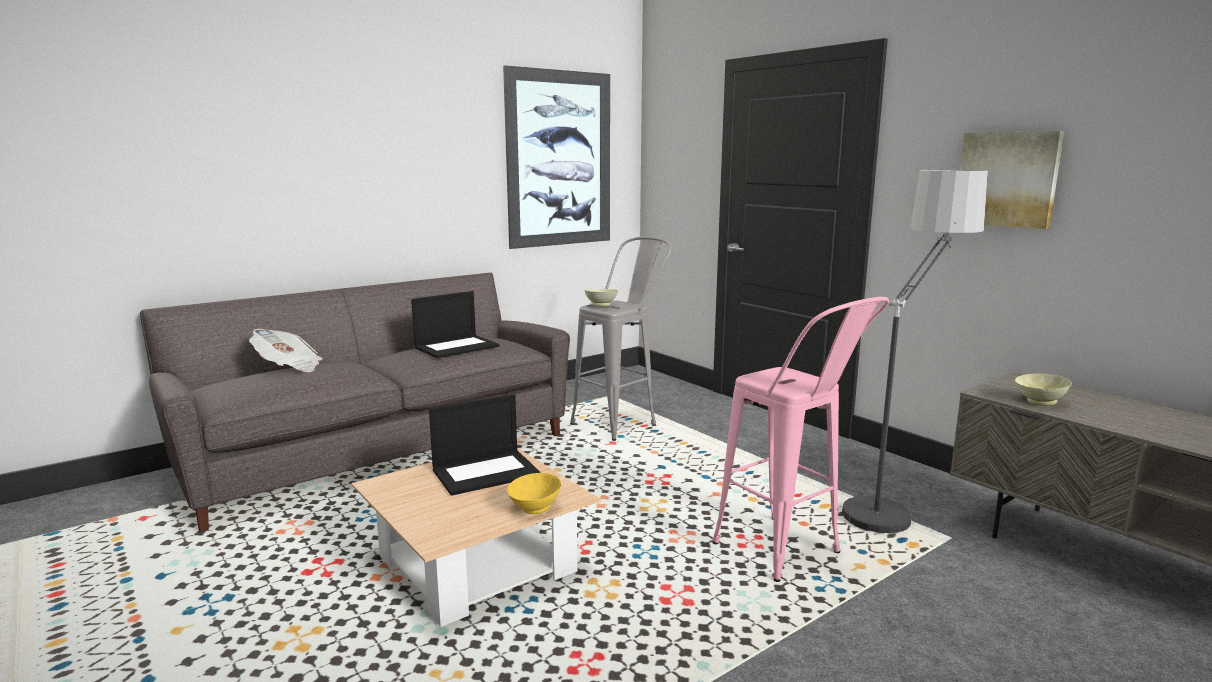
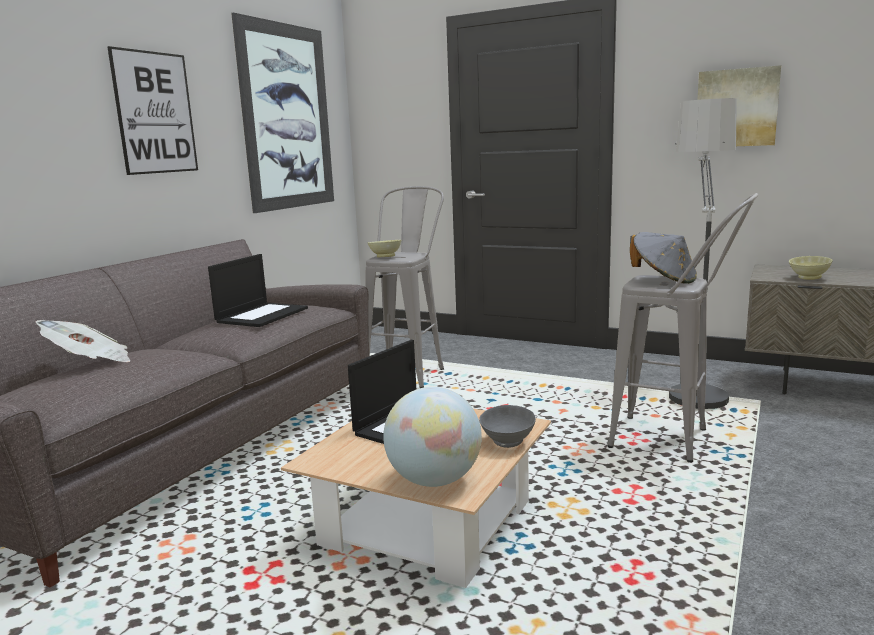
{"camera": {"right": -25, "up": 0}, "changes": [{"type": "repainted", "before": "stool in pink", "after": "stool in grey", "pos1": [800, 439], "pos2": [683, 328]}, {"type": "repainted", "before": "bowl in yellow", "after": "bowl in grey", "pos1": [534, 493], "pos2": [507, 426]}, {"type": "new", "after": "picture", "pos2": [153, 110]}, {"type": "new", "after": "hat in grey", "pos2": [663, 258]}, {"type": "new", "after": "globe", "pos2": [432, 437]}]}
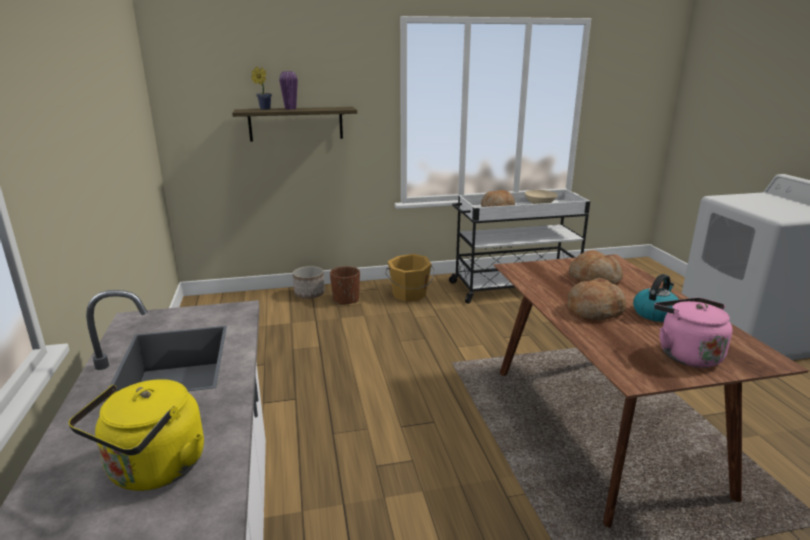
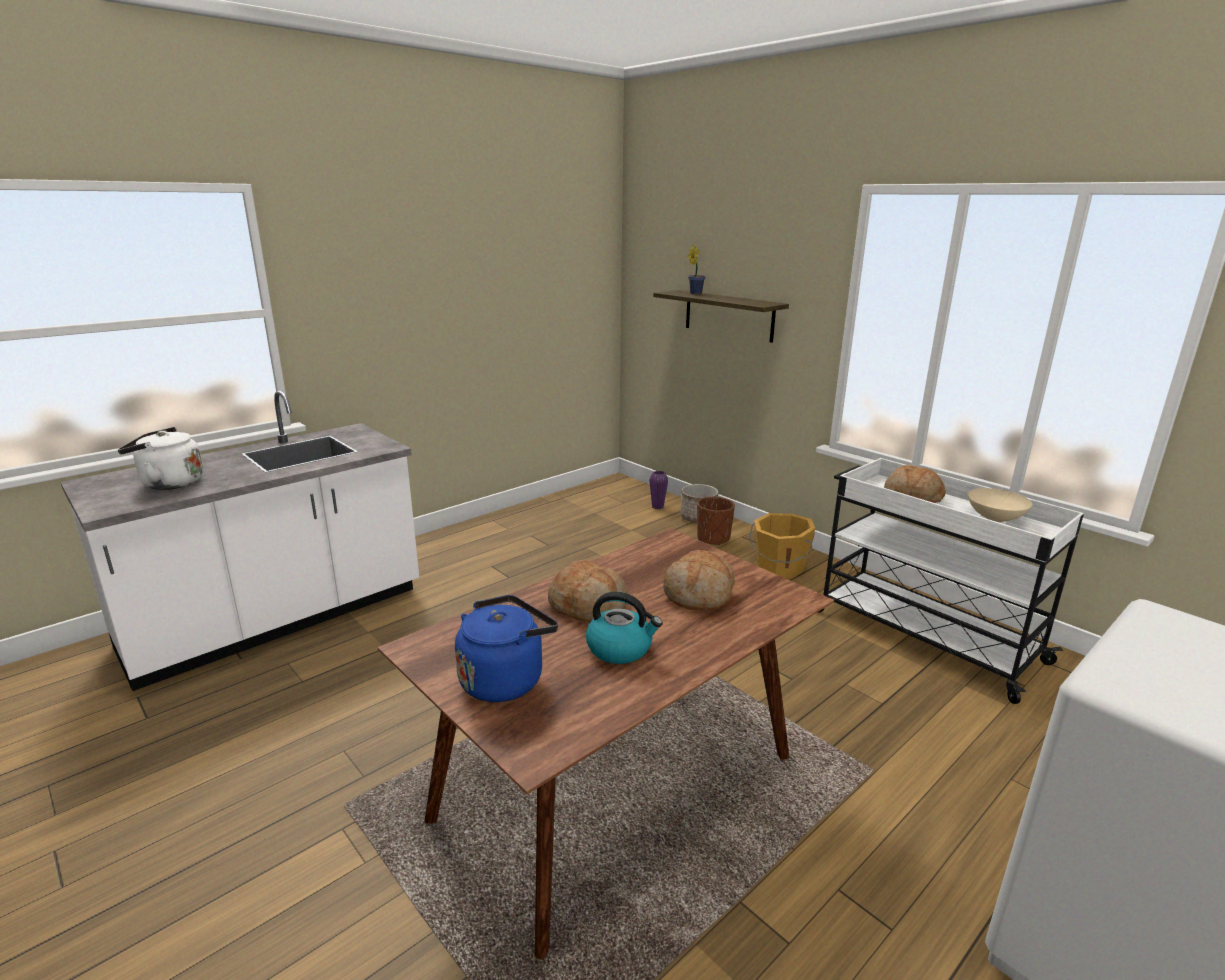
{"camera": {"right": 60, "up": 0}, "changes": [{"type": "shifted", "before": "vase in purple", "pos1": [288, 90], "pos2": [658, 490]}, {"type": "repainted", "before": "kettle in pink", "after": "kettle in blue", "pos1": [693, 333], "pos2": [506, 648]}, {"type": "repainted", "before": "kettle in yellow", "after": "kettle in white", "pos1": [136, 435], "pos2": [160, 458]}]}
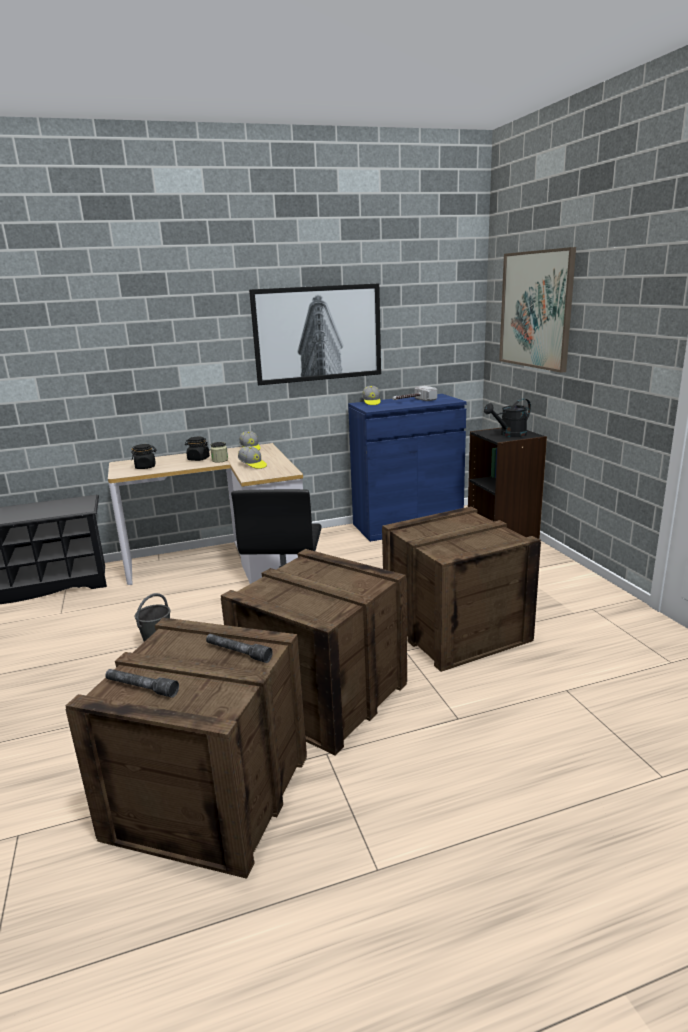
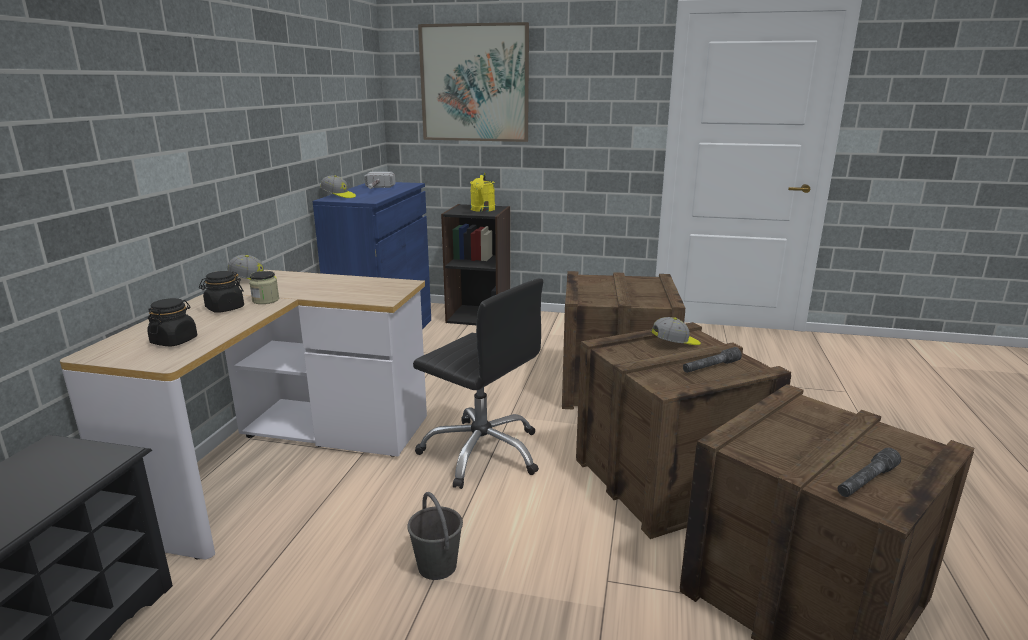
{"camera": {"right": -60, "up": 0}, "changes": [{"type": "gone", "before": "picture", "pos1": [315, 334]}, {"type": "repainted", "before": "watering can in black", "after": "watering can in yellow", "pos1": [507, 418], "pos2": [482, 192]}, {"type": "shifted", "before": "cap", "pos1": [252, 457], "pos2": [676, 331]}, {"type": "shifted", "before": "flashlight in grey", "pos1": [239, 648], "pos2": [712, 360]}]}
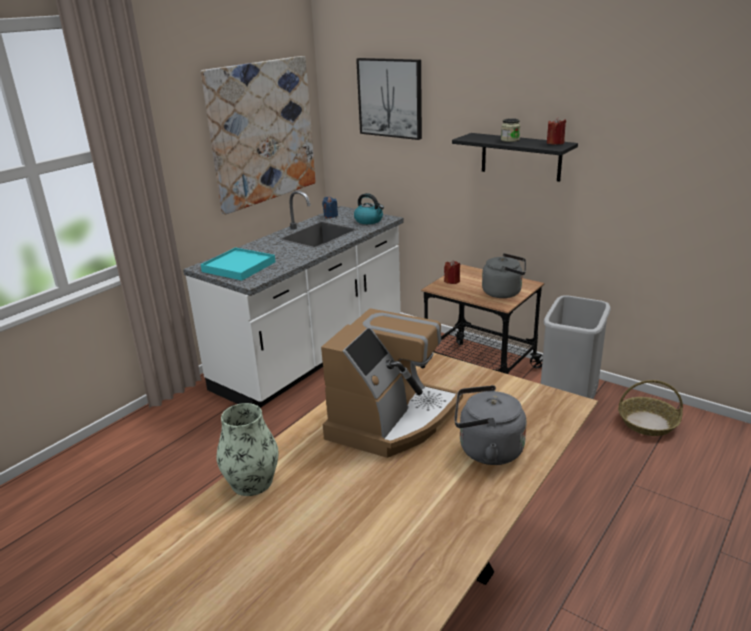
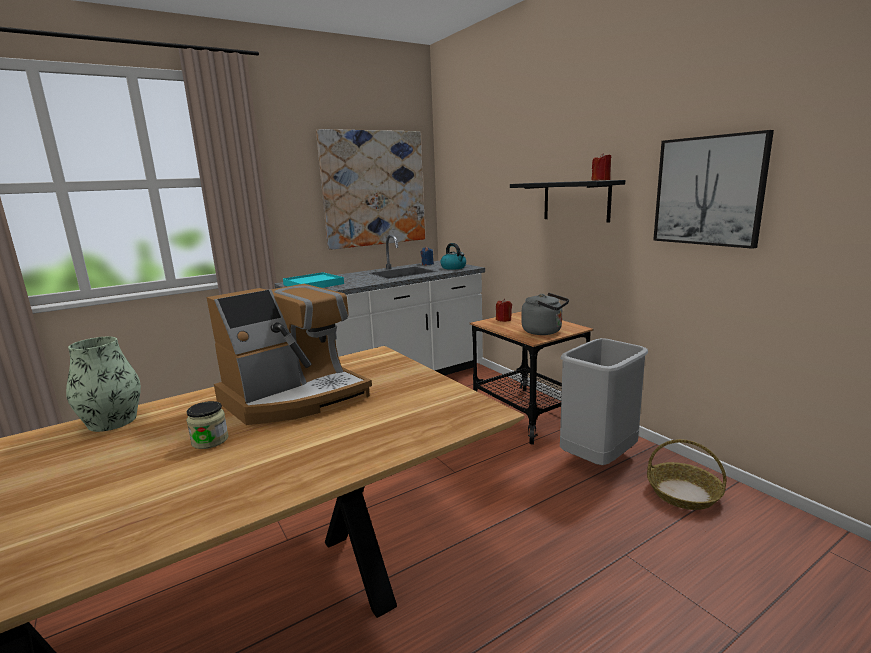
{"camera": {"right": 20, "up": -10}, "changes": [{"type": "shifted", "before": "picture", "pos1": [389, 99], "pos2": [713, 189]}, {"type": "shifted", "before": "jar", "pos1": [511, 130], "pos2": [207, 425]}, {"type": "gone", "before": "kettle in grey", "pos1": [490, 425]}]}
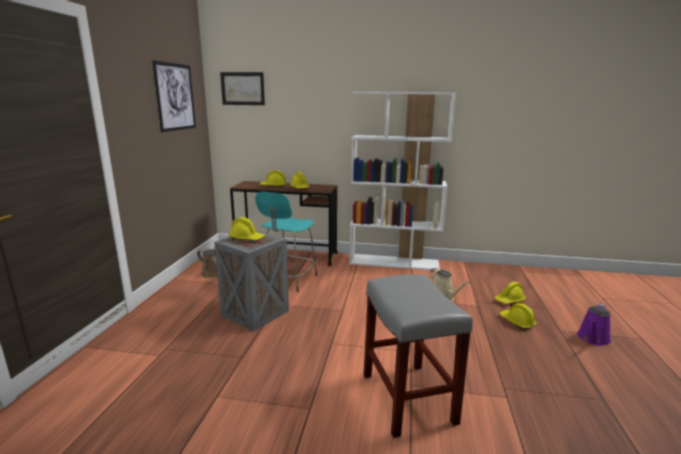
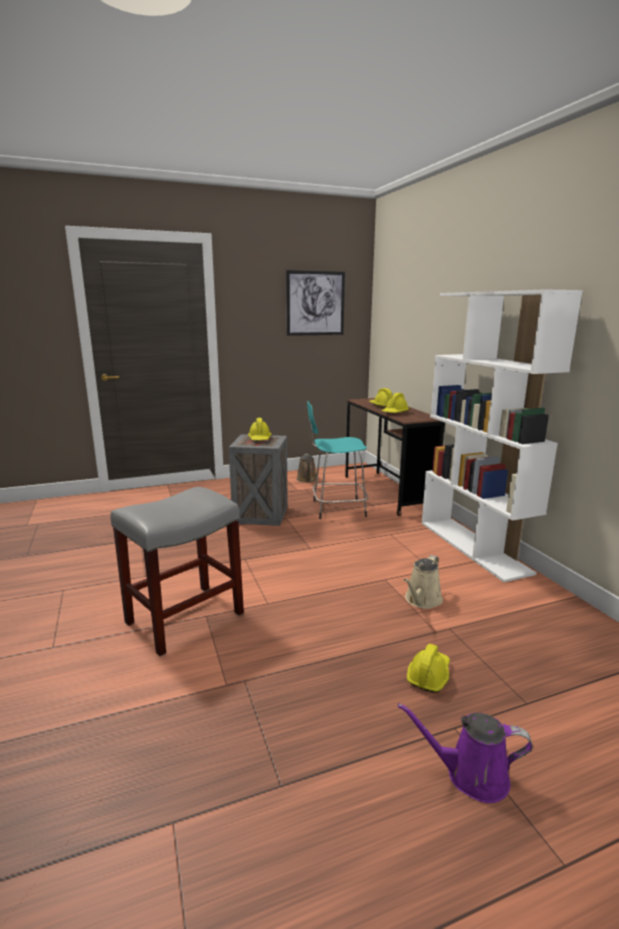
{"camera": {"right": 60, "up": 0}, "changes": [{"type": "gone", "before": "picture", "pos1": [242, 88]}, {"type": "gone", "before": "hard hat in yellow", "pos1": [510, 293]}]}
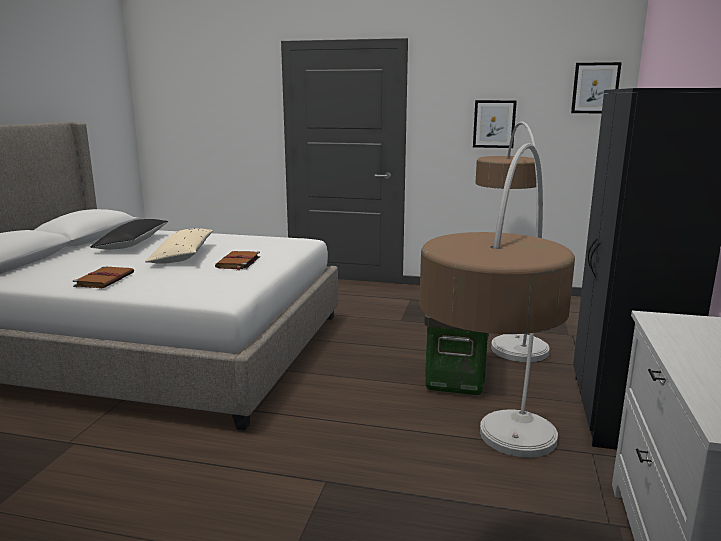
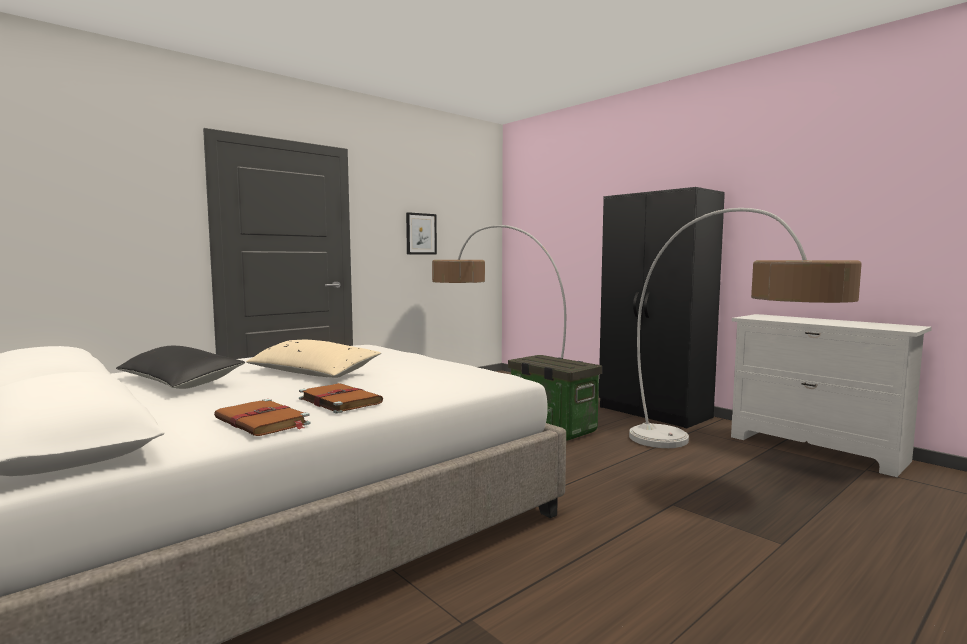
{"camera": {"right": -55, "up": -10}, "changes": [{"type": "gone", "before": "picture", "pos1": [596, 87]}, {"type": "shifted", "before": "book in brown", "pos1": [237, 260], "pos2": [262, 417]}]}
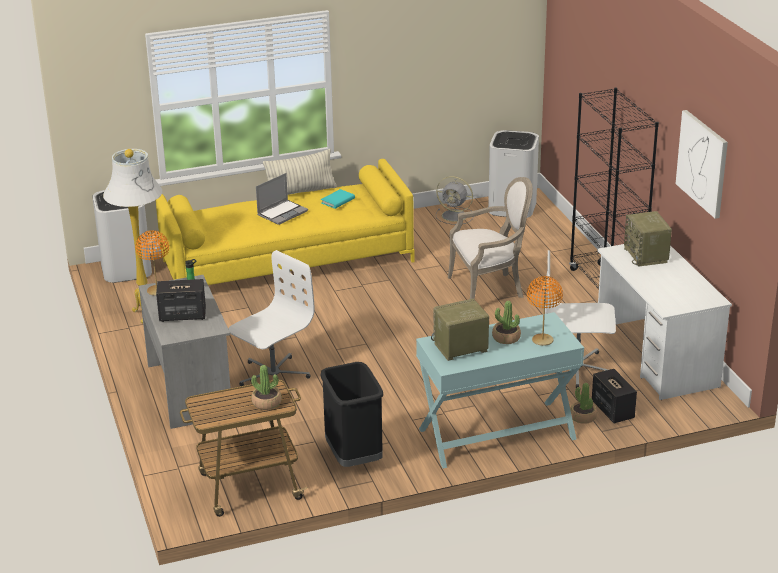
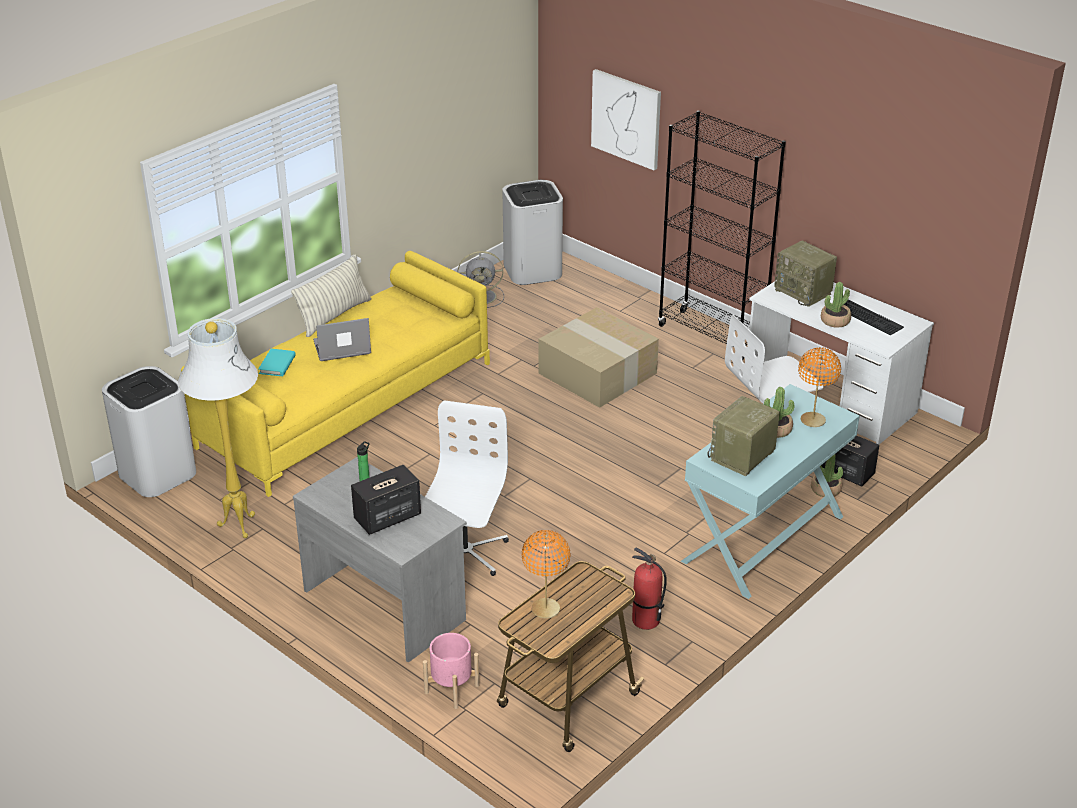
{"camera": {"right": -30, "up": 5}, "changes": [{"type": "shifted", "before": "picture", "pos1": [702, 164], "pos2": [626, 119]}, {"type": "rotated", "before": "laptop", "pos1": [282, 199], "pos2": [342, 339], "turn": -120}, {"type": "swapped", "before": "armchair", "after": "cardboard box", "pos1": [490, 238], "pos2": [599, 357]}, {"type": "shifted", "before": "book in turquoise", "pos1": [338, 199], "pos2": [277, 362]}, {"type": "shifted", "before": "table lamp in orange", "pos1": [152, 263], "pos2": [546, 574]}, {"type": "swapped", "before": "trash can in black", "after": "fire extinguisher", "pos1": [351, 414], "pos2": [649, 589]}, {"type": "shifted", "before": "potted plant", "pos1": [266, 387], "pos2": [836, 305]}, {"type": "new", "after": "keyboard", "pos2": [874, 317]}, {"type": "new", "after": "planter in pink", "pos2": [451, 671]}]}
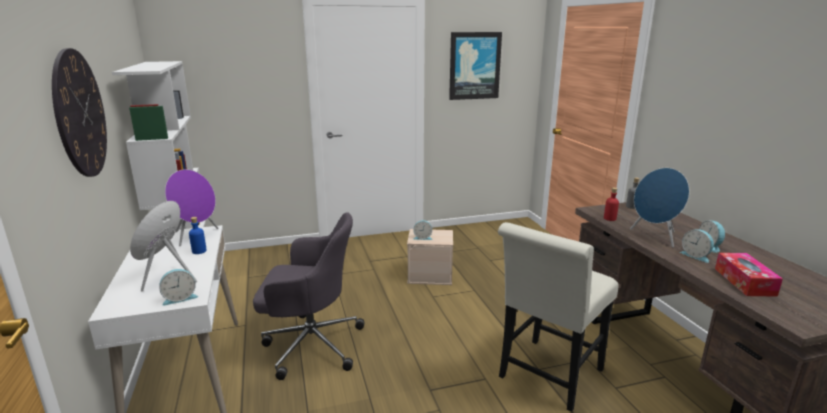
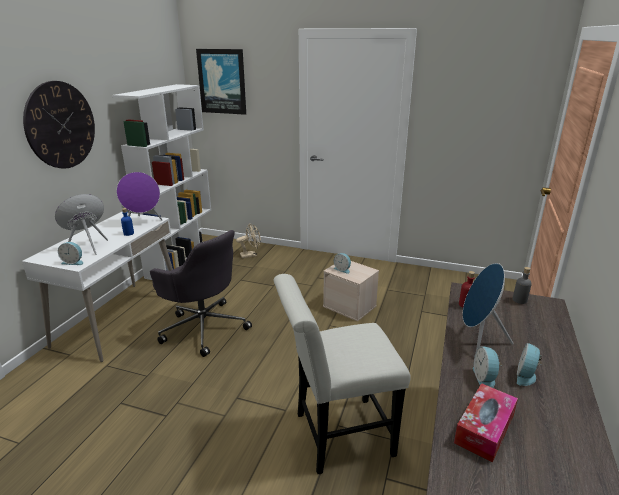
{"camera": {"right": 35, "up": 5}, "changes": [{"type": "shifted", "before": "picture", "pos1": [475, 66], "pos2": [221, 82]}, {"type": "new", "after": "fan in beige", "pos2": [248, 240]}]}
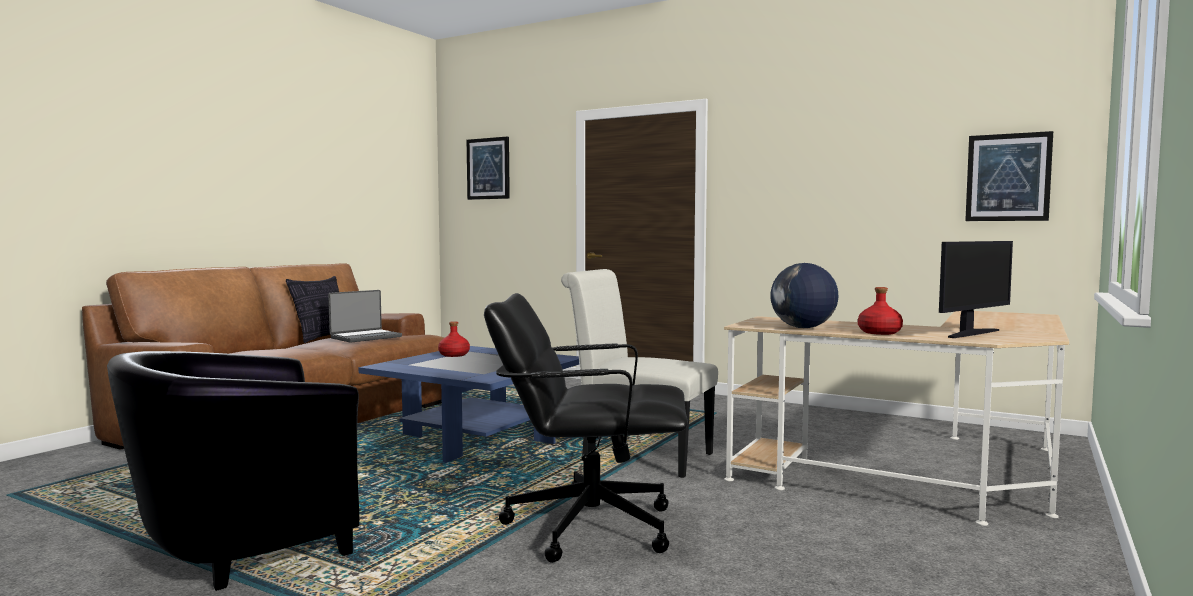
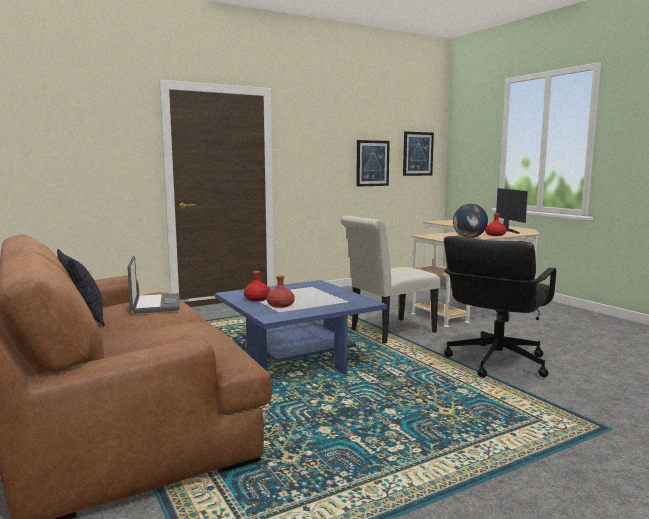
{"camera": {"right": -60, "up": 5}, "changes": [{"type": "shifted", "before": "picture", "pos1": [488, 168], "pos2": [373, 163]}, {"type": "gone", "before": "armchair in black", "pos1": [233, 471]}, {"type": "new", "after": "bottle in red", "pos2": [281, 291]}]}
